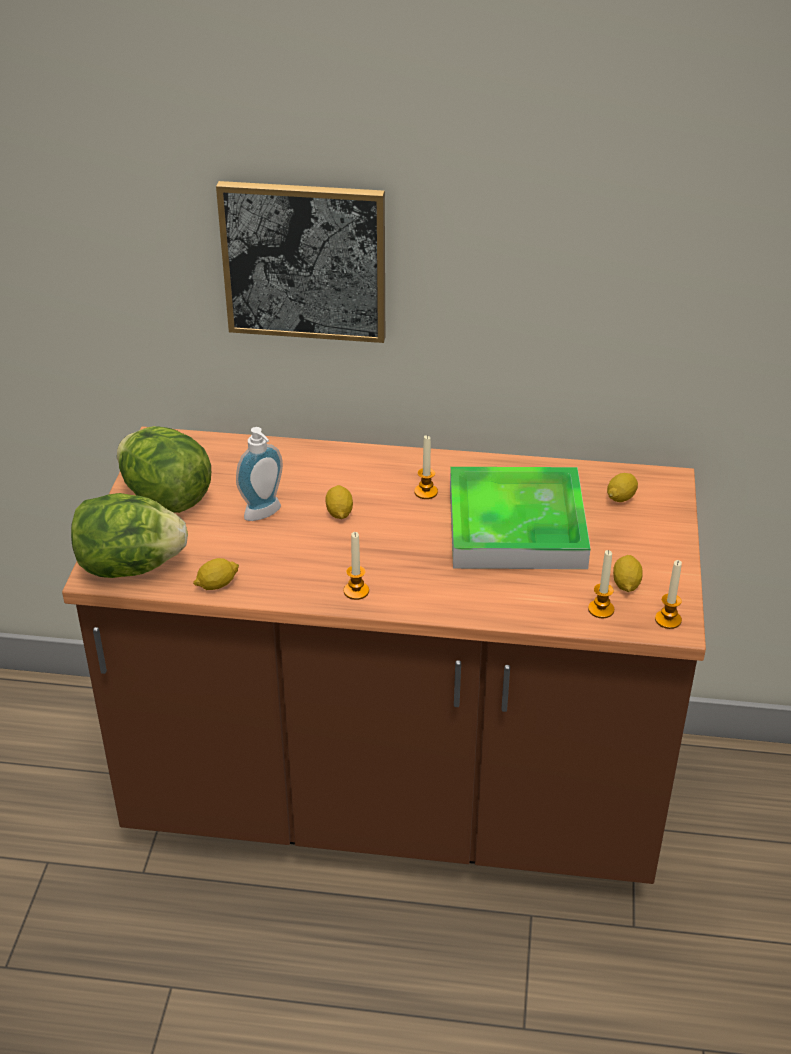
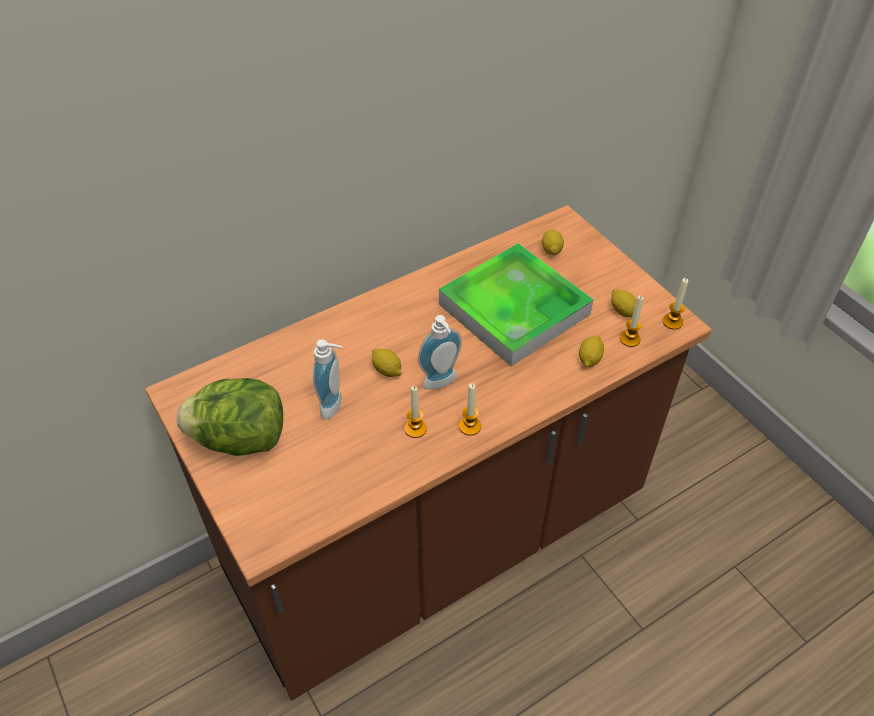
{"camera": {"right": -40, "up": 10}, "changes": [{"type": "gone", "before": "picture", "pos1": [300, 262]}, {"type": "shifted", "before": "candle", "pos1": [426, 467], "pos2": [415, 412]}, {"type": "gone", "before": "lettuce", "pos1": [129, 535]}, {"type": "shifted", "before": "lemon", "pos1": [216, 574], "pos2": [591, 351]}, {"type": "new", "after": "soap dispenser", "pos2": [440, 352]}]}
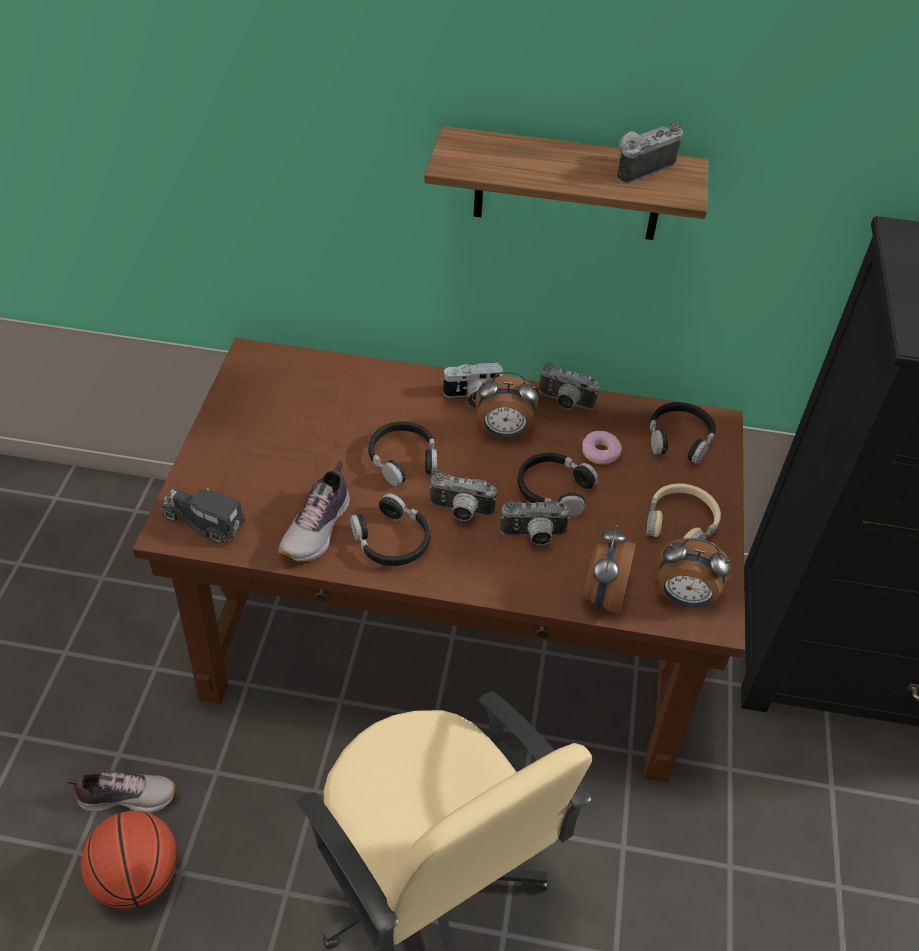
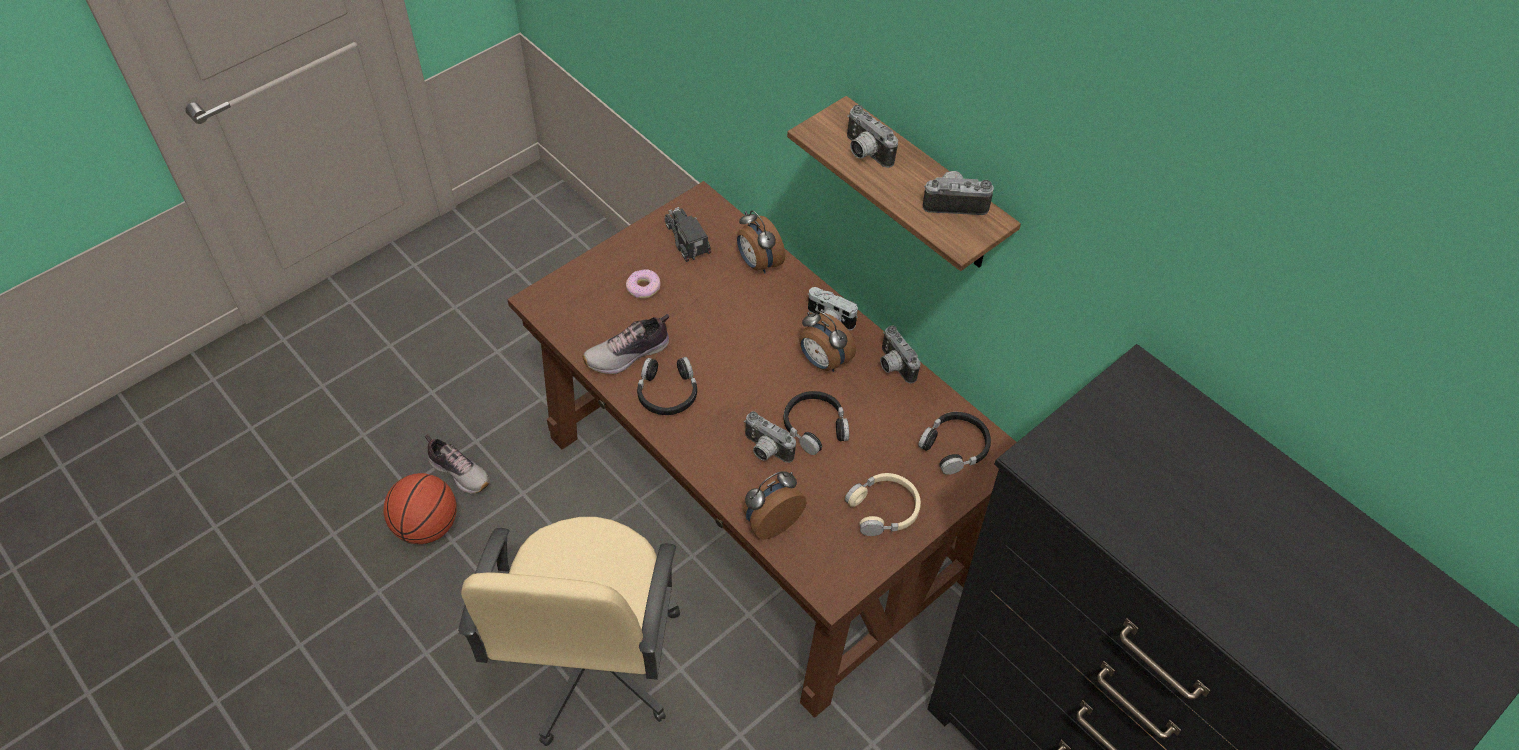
{"camera": {"right": 40, "up": 5}, "changes": [{"type": "gone", "before": "headphones in black", "pos1": [402, 454]}, {"type": "shifted", "before": "donut", "pos1": [602, 447], "pos2": [643, 284]}, {"type": "shifted", "before": "photo camera", "pos1": [463, 496], "pos2": [872, 136]}, {"type": "shifted", "before": "toy truck", "pos1": [203, 517], "pos2": [688, 234]}, {"type": "shifted", "before": "alarm clock", "pos1": [694, 573], "pos2": [761, 242]}]}
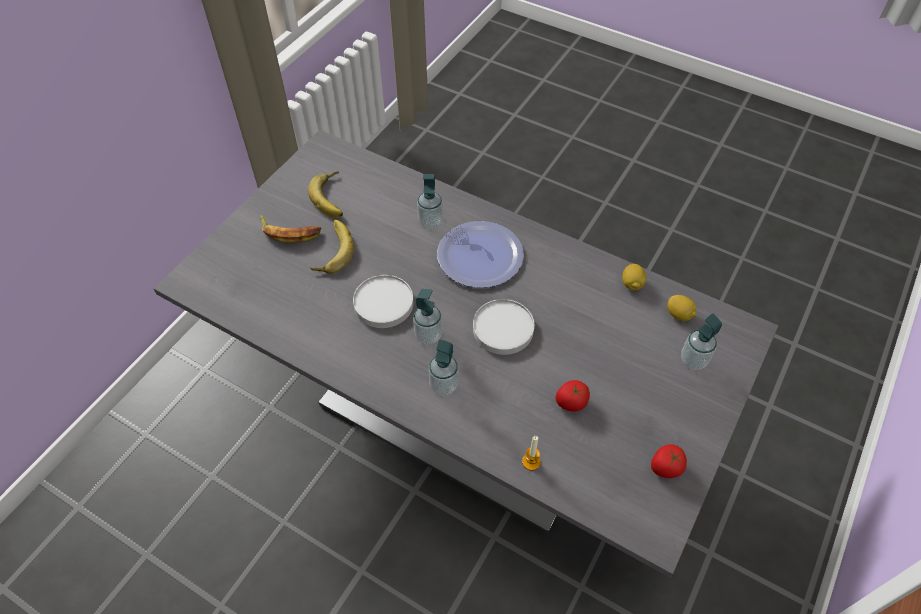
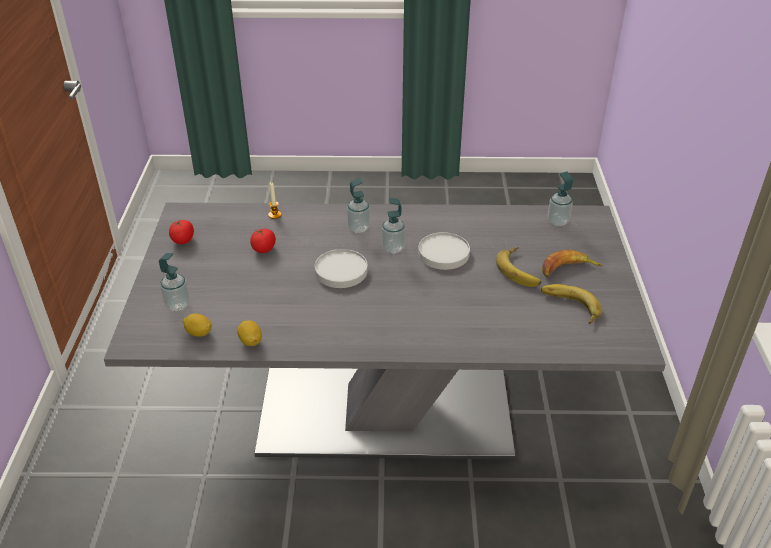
{"camera": {"right": 150, "up": -15}, "changes": [{"type": "shifted", "before": "soap dispenser", "pos1": [430, 201], "pos2": [560, 198]}, {"type": "gone", "before": "plate", "pos1": [480, 254]}]}
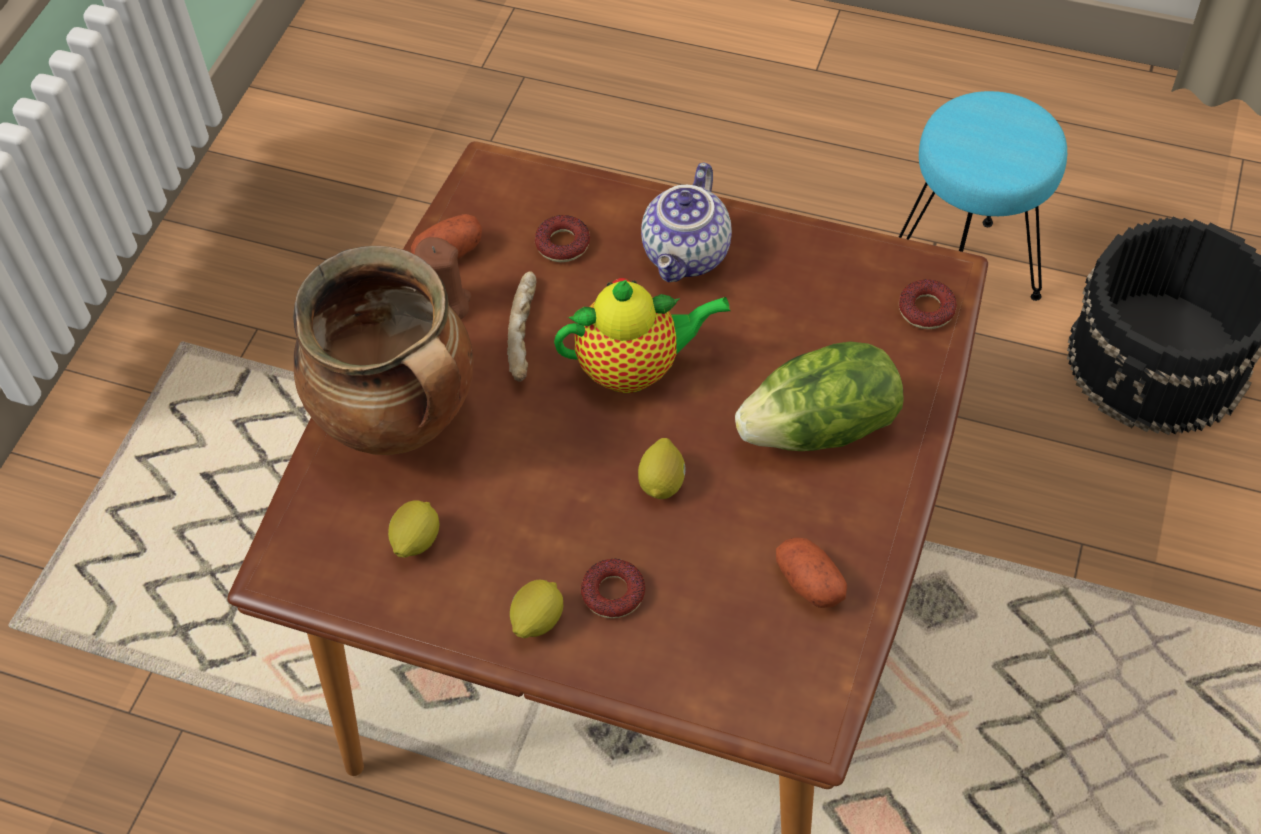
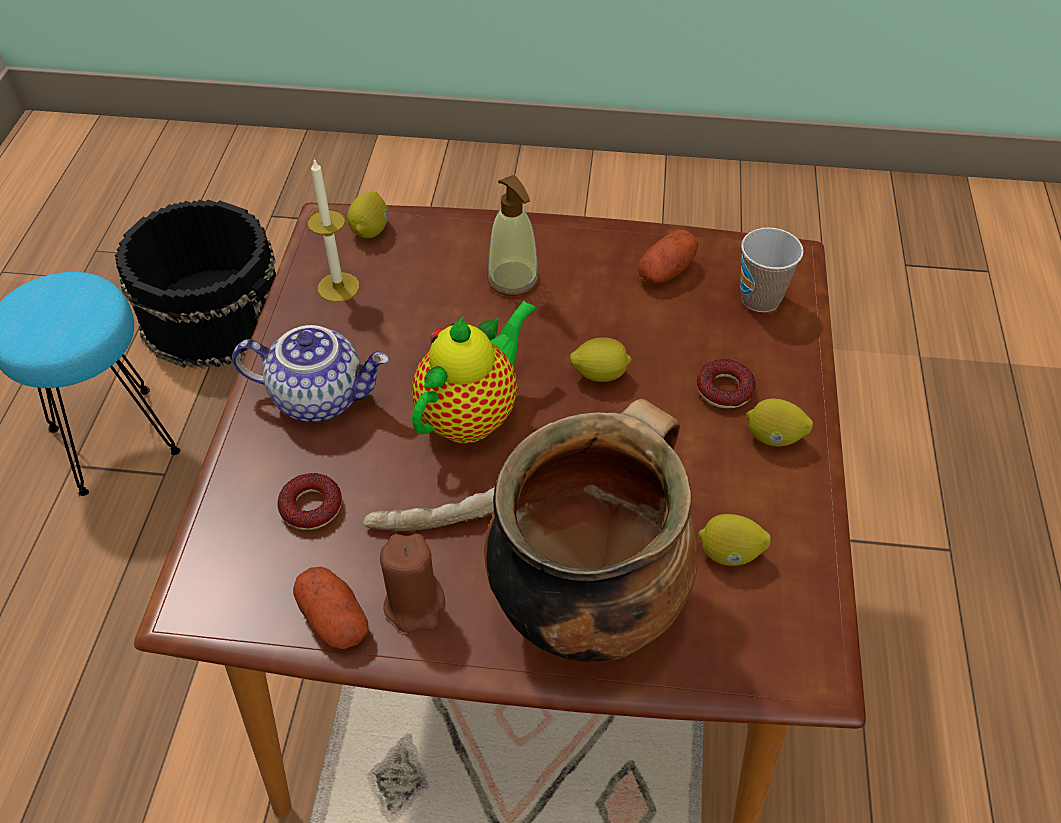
{"camera": {"right": -105, "up": -5}, "changes": [{"type": "rotated", "before": "teapot", "pos1": [642, 335], "pos2": [474, 371], "turn": 60}, {"type": "swapped", "before": "donut", "after": "lemon", "pos1": [928, 304], "pos2": [367, 214]}, {"type": "swapped", "before": "lettuce", "after": "soap dispenser", "pos1": [819, 396], "pos2": [513, 235]}, {"type": "new", "after": "candle", "pos2": [333, 230]}, {"type": "new", "after": "cup", "pos2": [772, 270]}]}
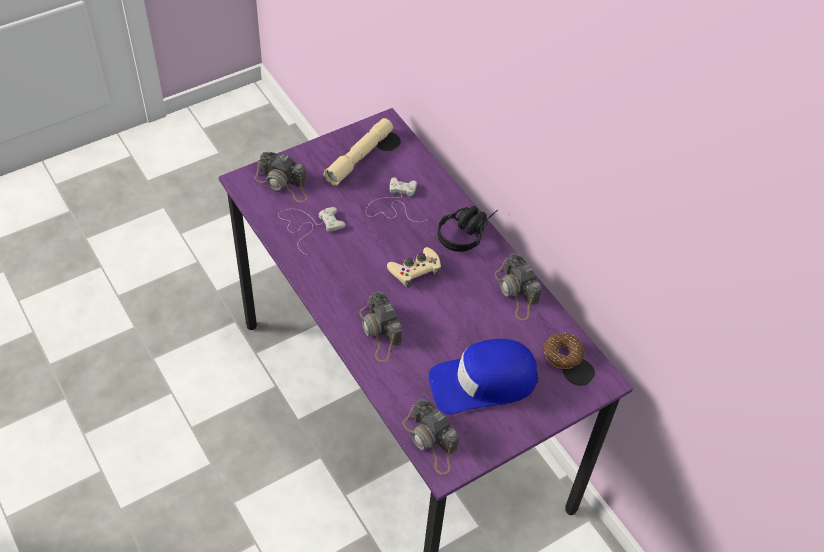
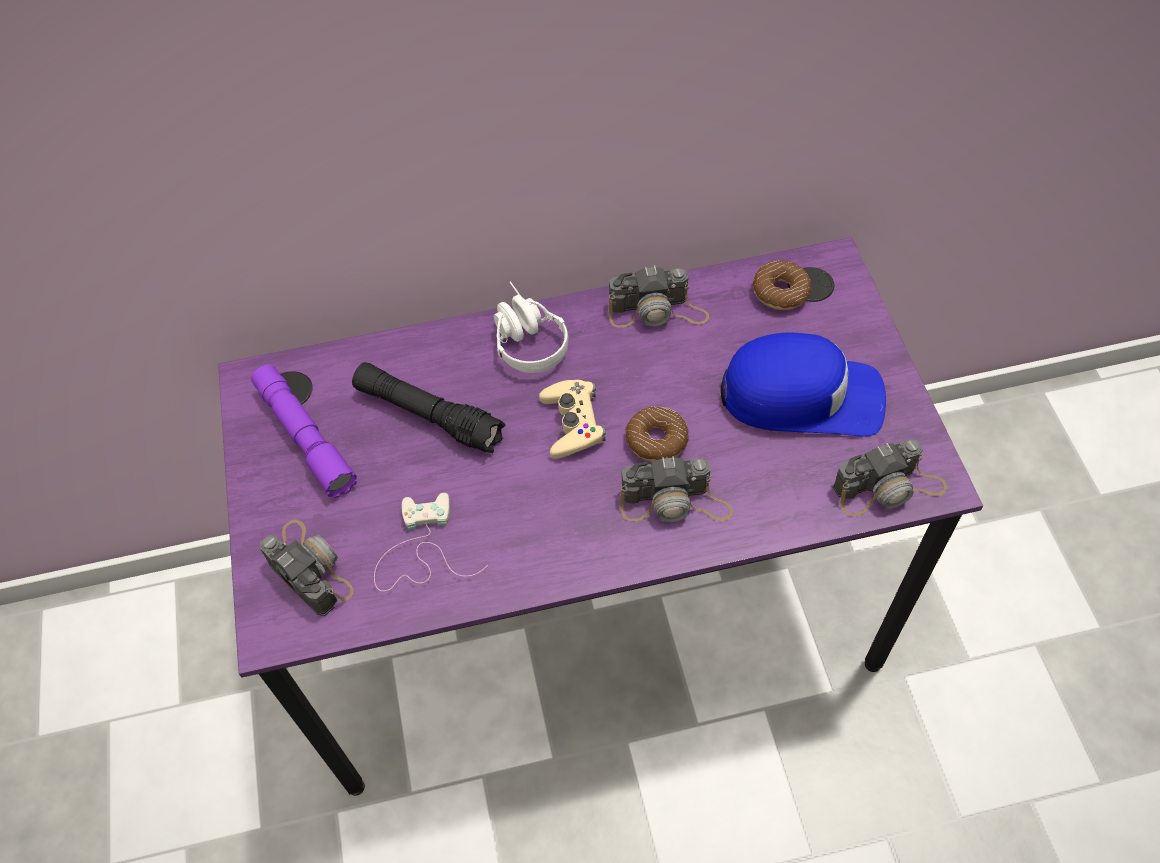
{"camera": {"right": -65, "up": 5}, "changes": [{"type": "repainted", "before": "flashlight in beige", "after": "flashlight in purple", "pos1": [358, 151], "pos2": [304, 431]}, {"type": "rotated", "before": "photo camera", "pos1": [281, 177], "pos2": [307, 568], "turn": -90}, {"type": "swapped", "before": "game controller in white", "after": "flashlight in black", "pos1": [396, 199], "pos2": [428, 407]}, {"type": "repainted", "before": "headphones in black", "after": "headphones in white", "pos1": [468, 229], "pos2": [531, 327]}, {"type": "rotated", "before": "cap in blue", "pos1": [483, 377], "pos2": [803, 384], "turn": -90}, {"type": "new", "after": "donut", "pos2": [657, 434]}]}
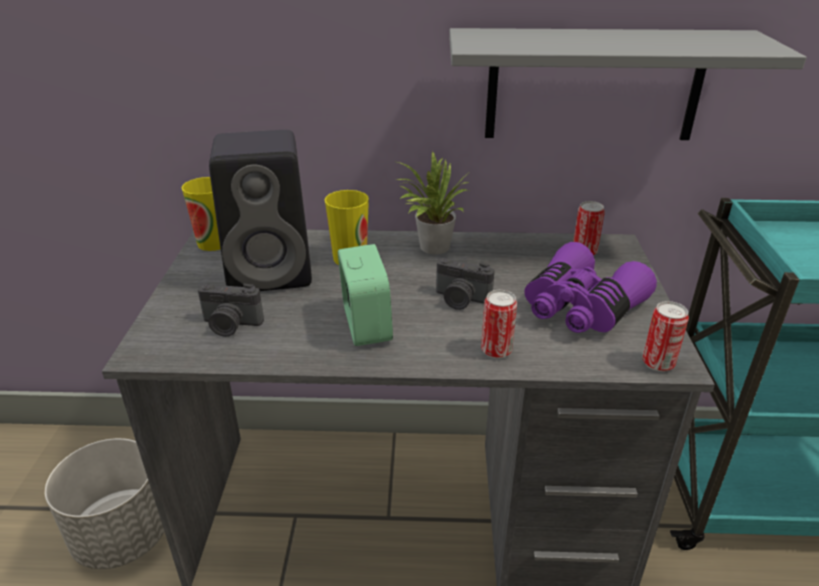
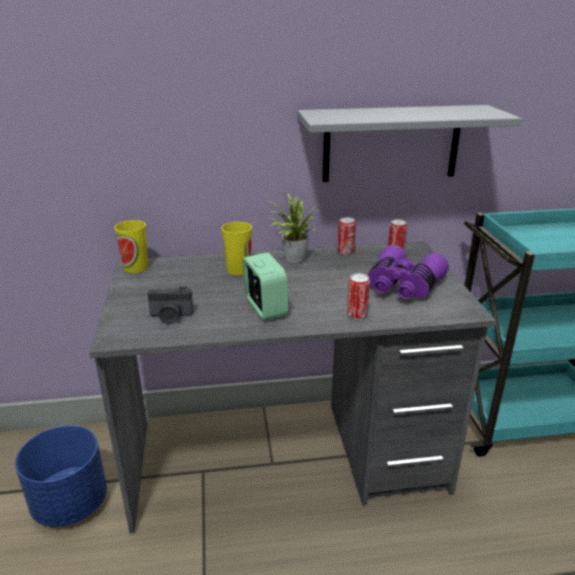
{"camera": {"right": -10, "up": -5}, "changes": [{"type": "gone", "before": "speaker in black", "pos1": [260, 210]}, {"type": "gone", "before": "photo camera", "pos1": [465, 284]}, {"type": "shifted", "before": "can", "pos1": [665, 336], "pos2": [346, 236]}, {"type": "repainted", "before": "planter in grey", "after": "planter in blue", "pos1": [105, 503], "pos2": [61, 476]}]}
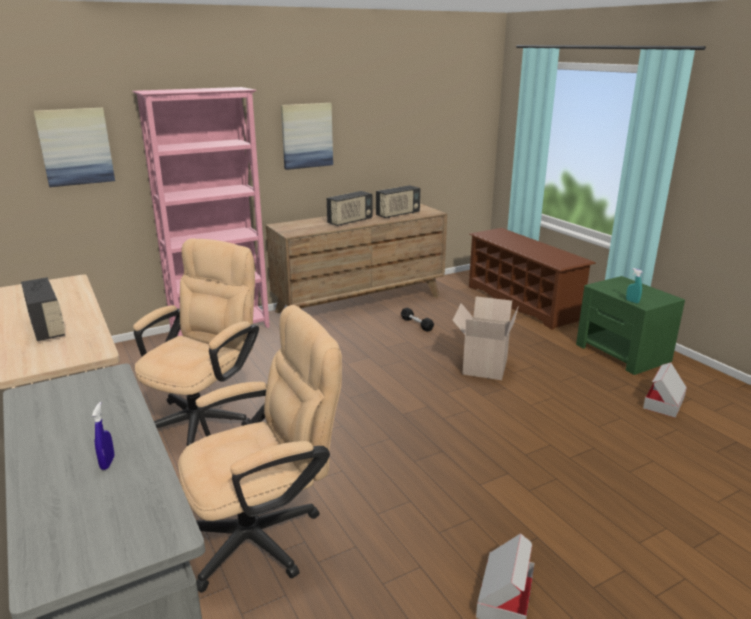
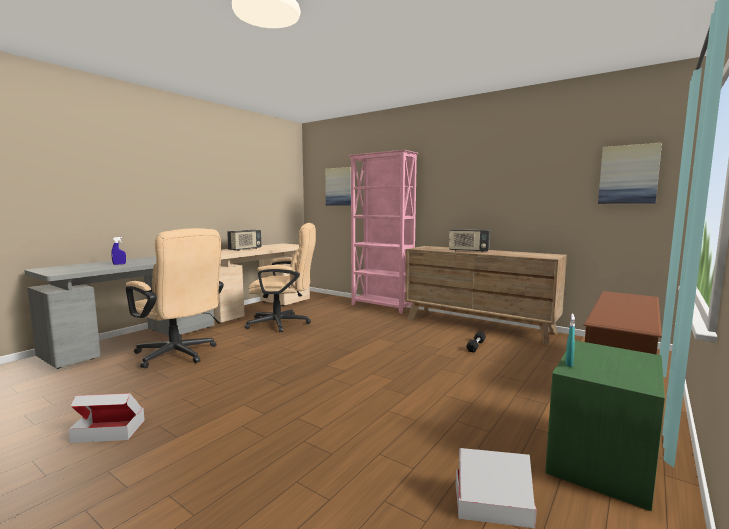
{"camera": {"right": 65, "up": -15}, "changes": [{"type": "shifted", "before": "picture", "pos1": [307, 136], "pos2": [630, 173]}, {"type": "gone", "before": "radio", "pos1": [398, 201]}, {"type": "gone", "before": "cardboard box", "pos1": [485, 338]}]}
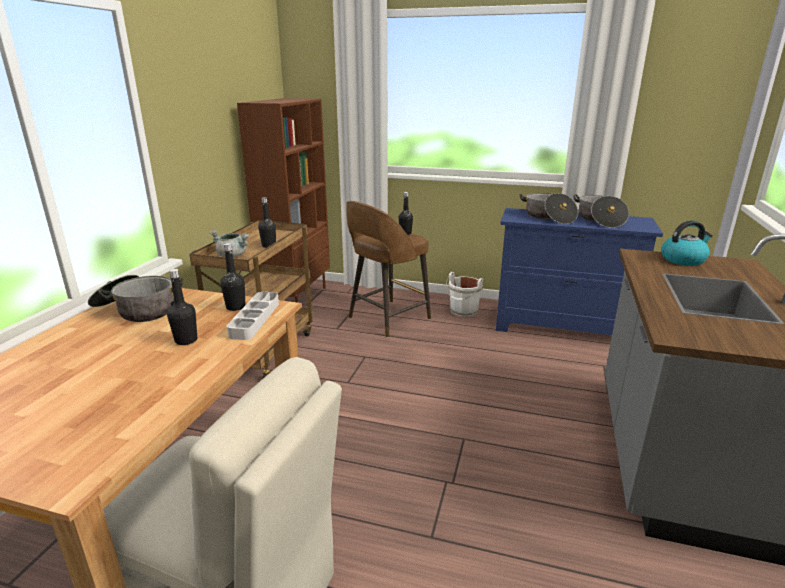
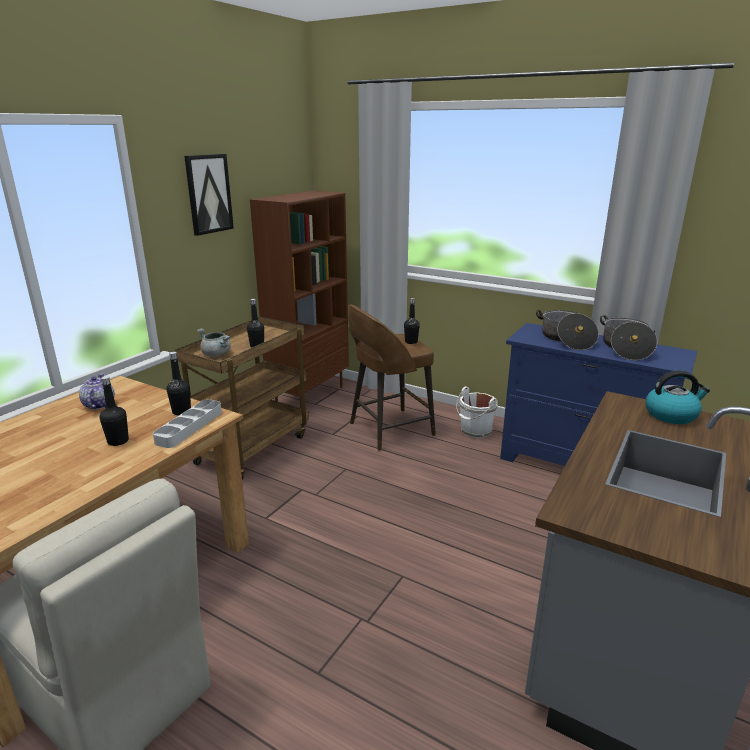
{"camera": {"right": 15, "up": 0}, "changes": [{"type": "swapped", "before": "cooking pot", "after": "teapot", "pos1": [135, 298], "pos2": [97, 392]}, {"type": "new", "after": "picture", "pos2": [209, 195]}]}
